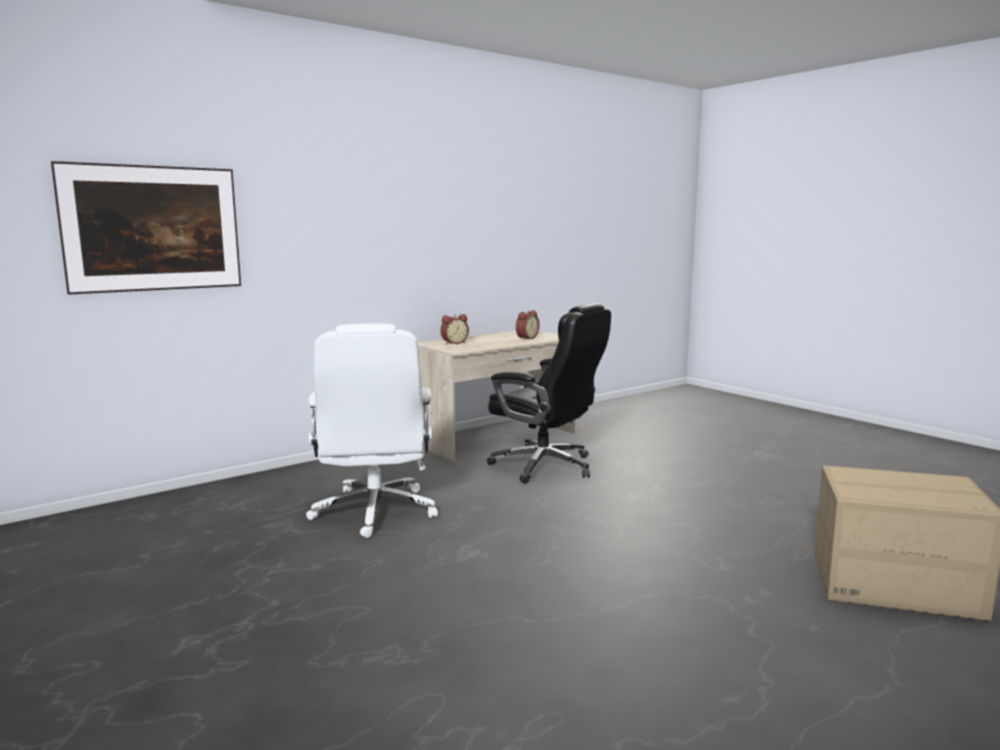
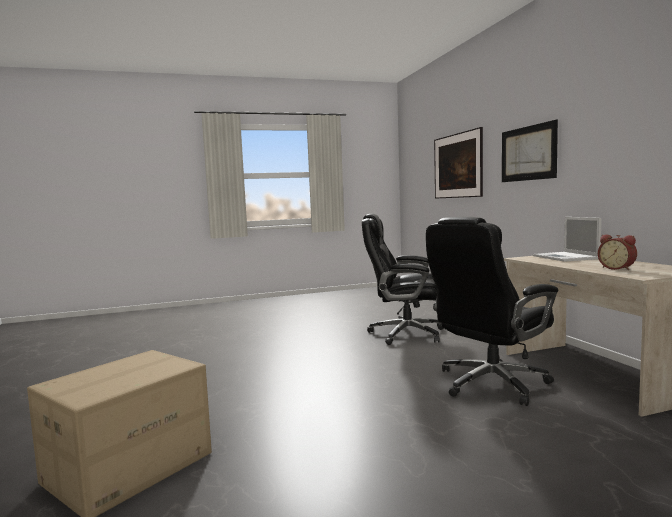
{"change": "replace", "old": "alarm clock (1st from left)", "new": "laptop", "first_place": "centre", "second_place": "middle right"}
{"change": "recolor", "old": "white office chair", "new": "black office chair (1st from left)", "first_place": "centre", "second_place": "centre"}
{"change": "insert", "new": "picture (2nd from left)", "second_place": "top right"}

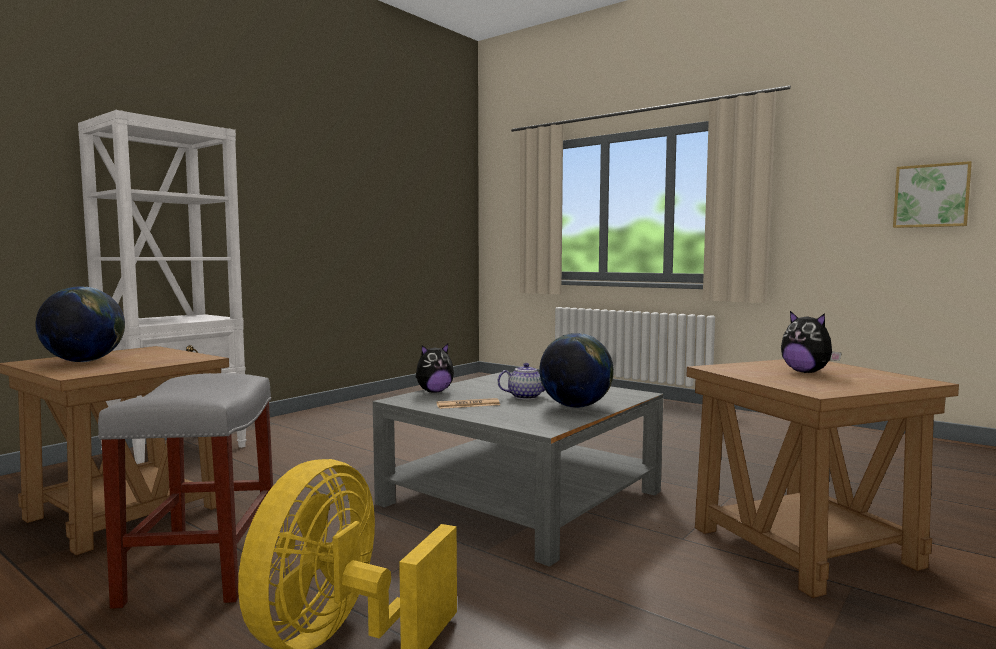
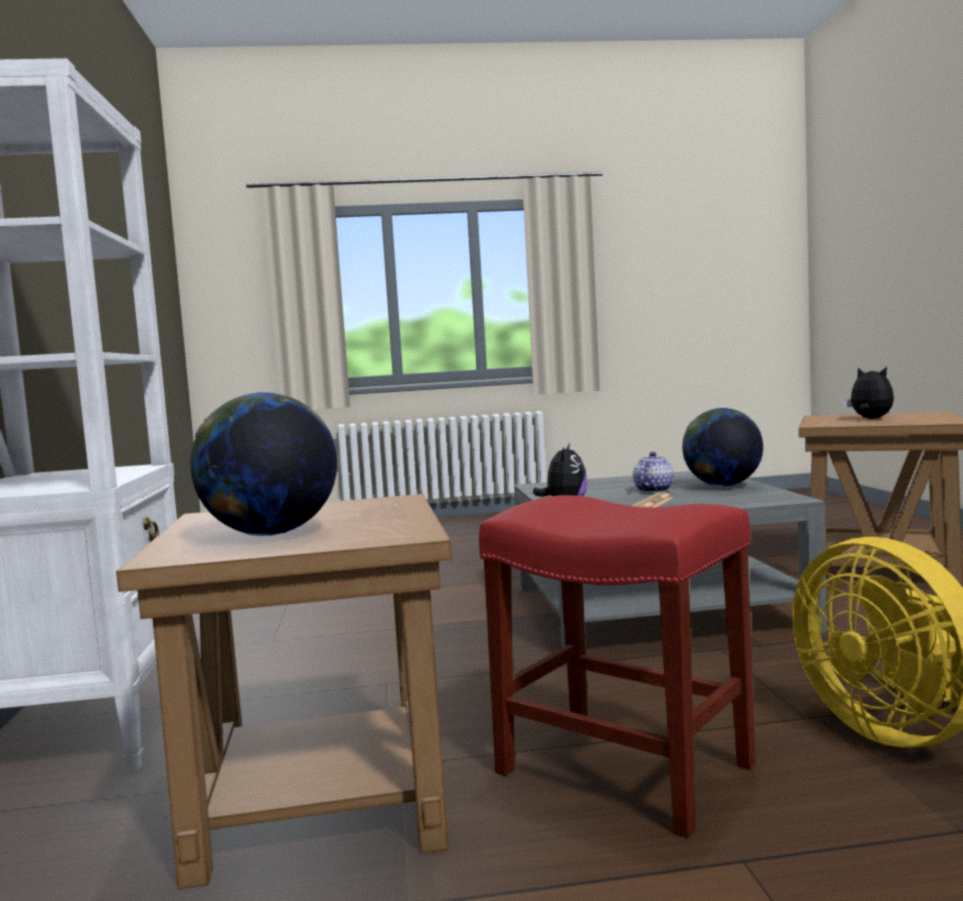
{"change": "delete", "old": "picture", "first_place": "top right"}
{"change": "rotate", "old": "plush toy (2nd from left)", "first_place": "middle right", "second_place": "middle right", "degrees": -135}
{"change": "recolor", "old": "grey stool", "new": "red stool", "first_place": "bottom left", "second_place": "bottom centre"}

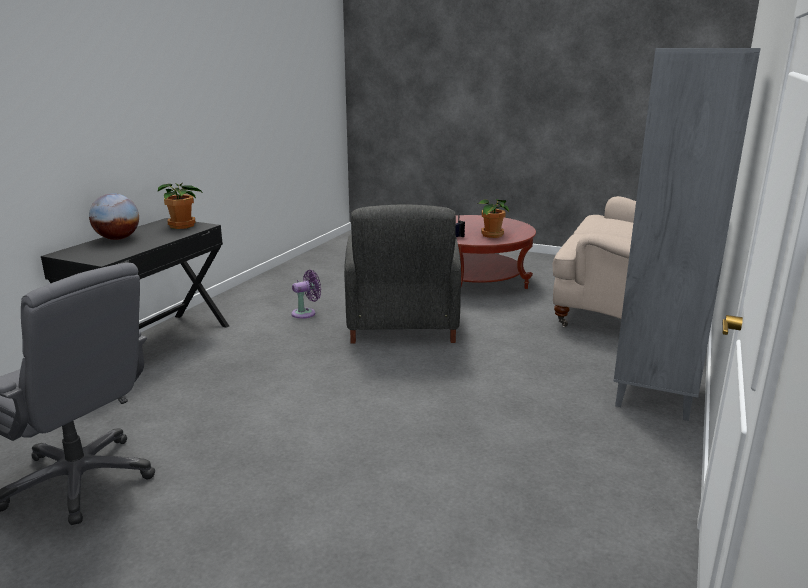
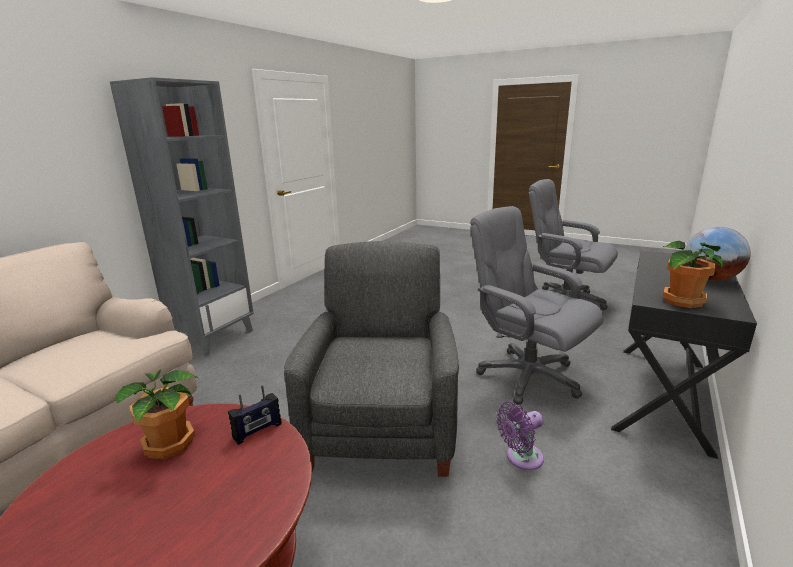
{"change": "insert", "new": "grey office chair (1st from left)", "second_place": "middle right"}

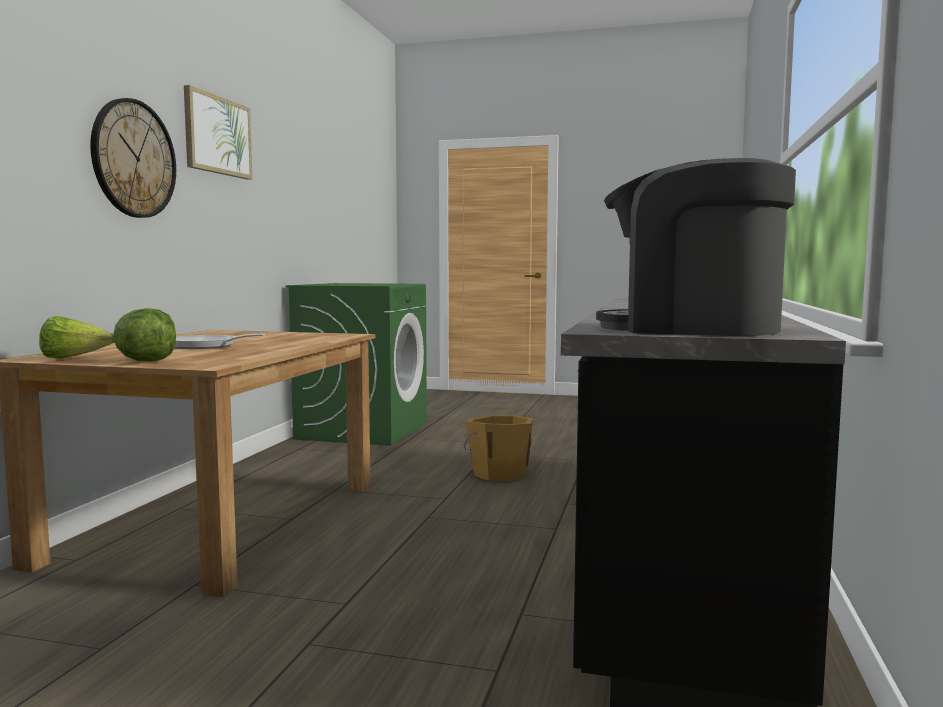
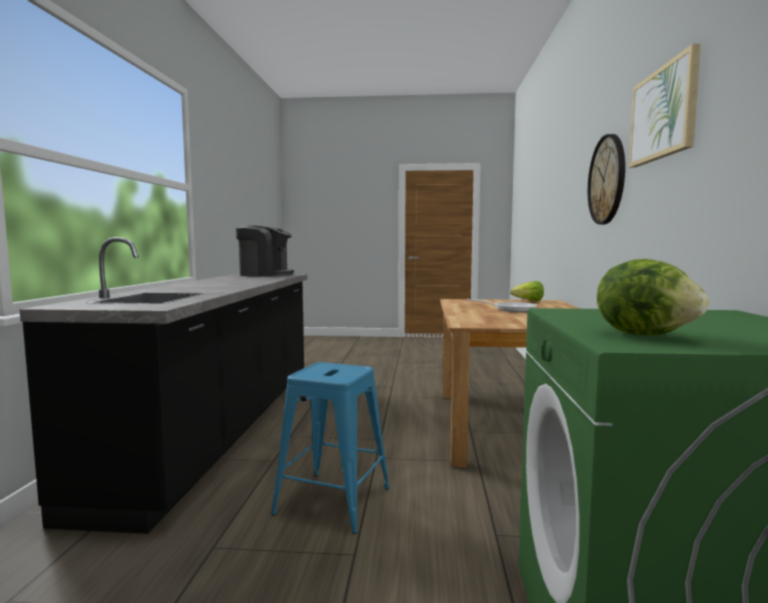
{"change": "move", "old": "lettuce (2nd from left)", "first_place": "middle left", "second_place": "middle right"}
{"change": "replace", "old": "orange bucket", "new": "blue stool", "first_place": "centre", "second_place": "bottom centre"}

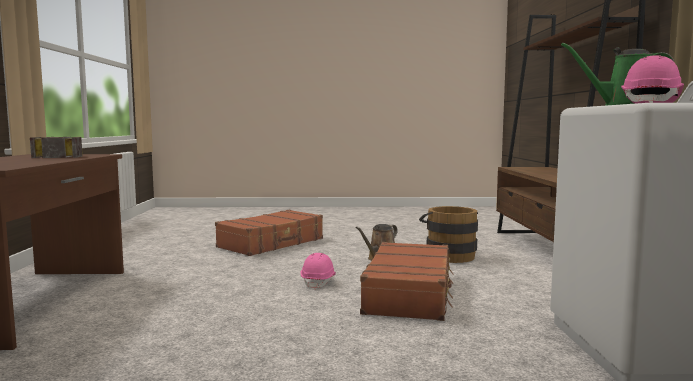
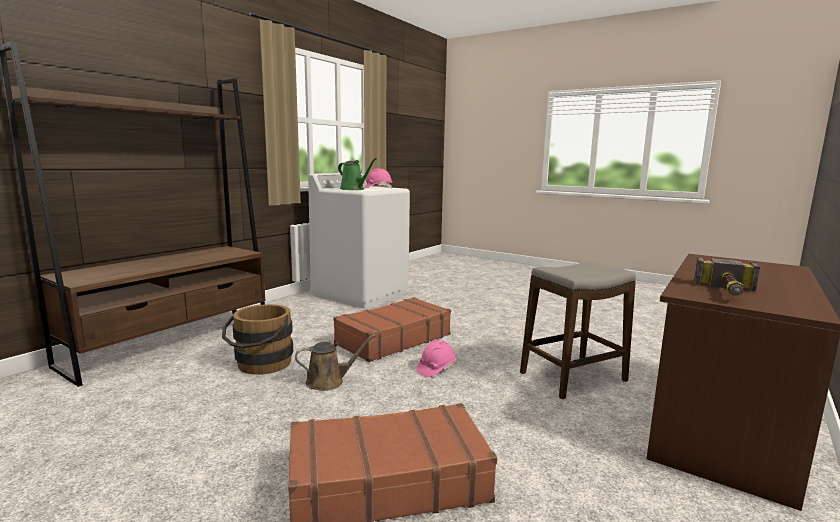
{"change": "insert", "new": "stool", "second_place": "middle right"}

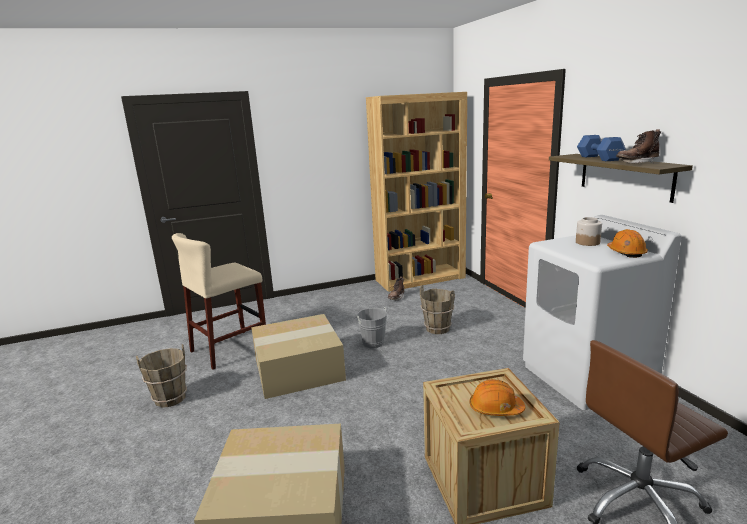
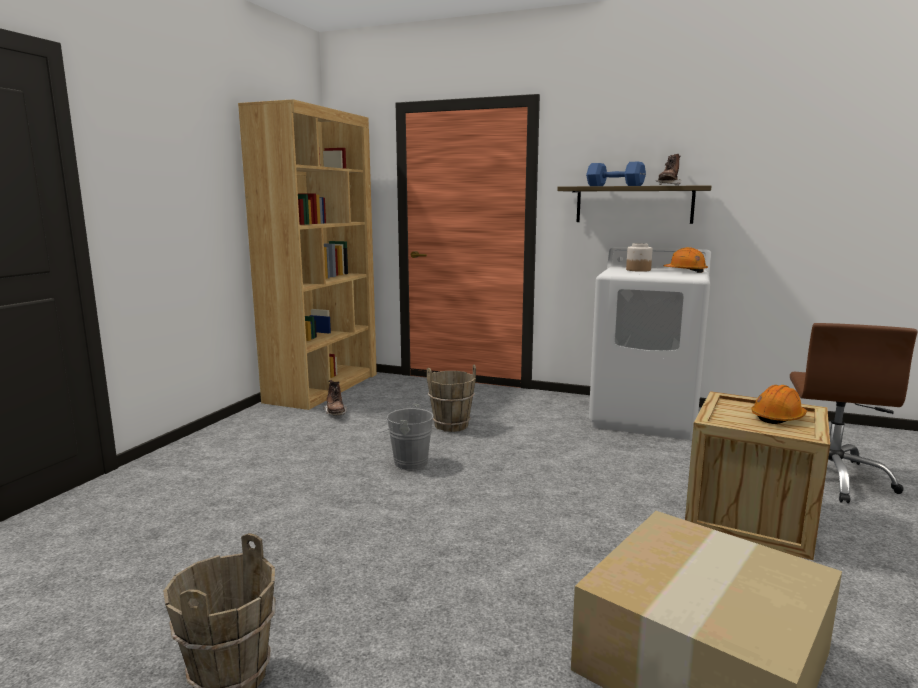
{"change": "delete", "old": "beige stool", "first_place": "middle left"}
{"change": "delete", "old": "cardboard box (2nd from left)", "first_place": "bottom centre"}

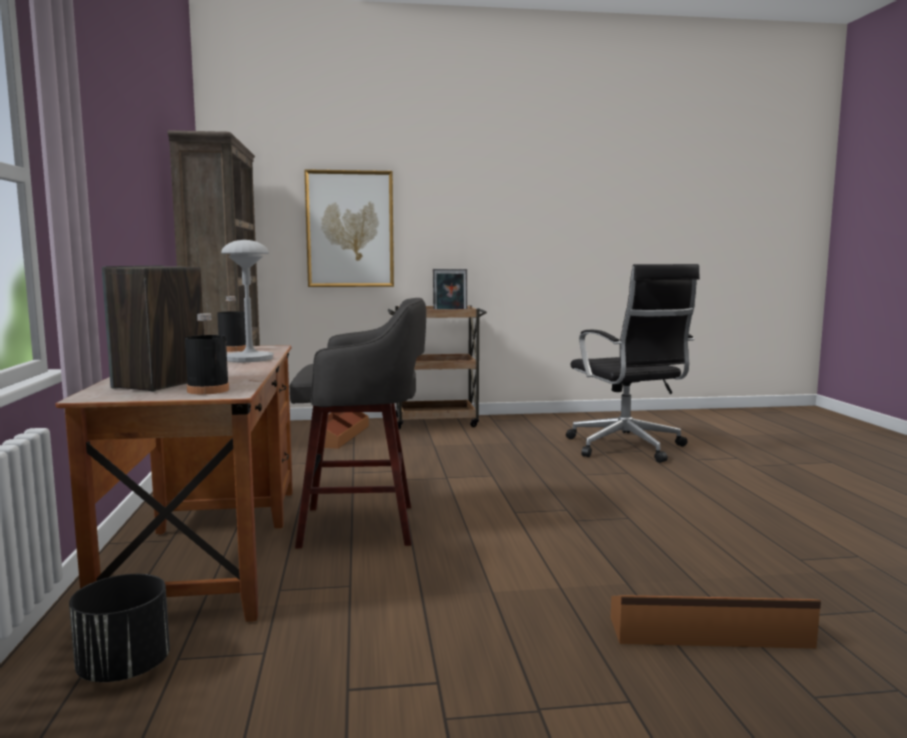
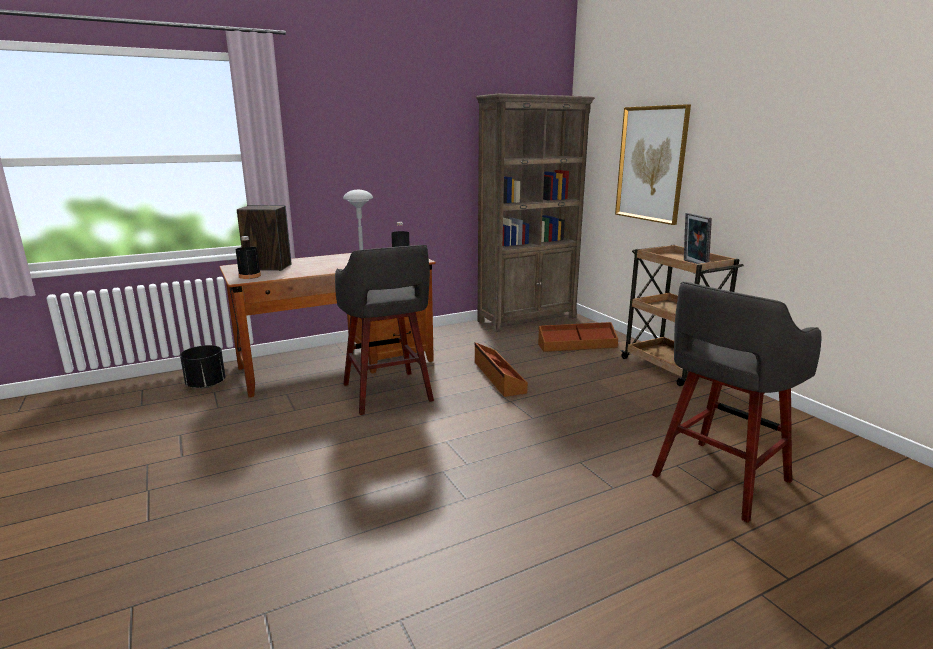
{"change": "replace", "old": "black office chair", "new": "grey stool (2nd from left)", "first_place": "middle right", "second_place": "middle right"}
{"change": "move", "old": "brown storage box (2nd from left in the first image)", "new": "brown storage box (1st from left)", "first_place": "bottom right", "second_place": "centre"}

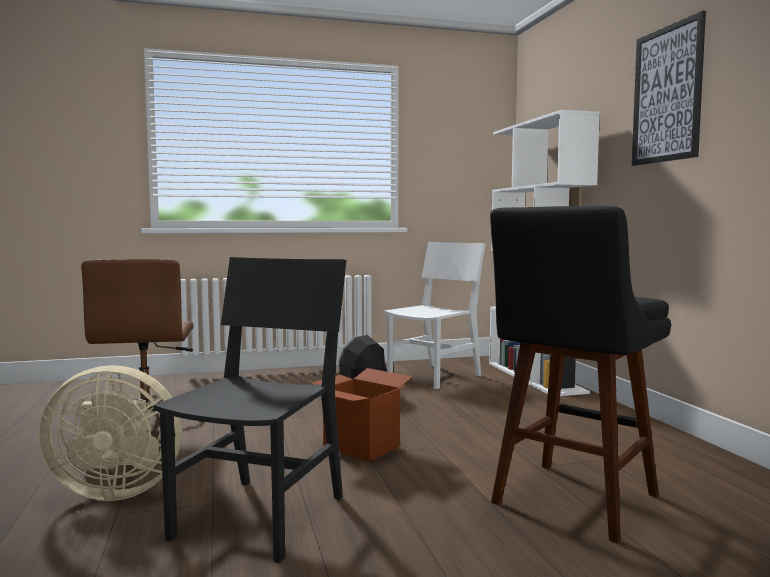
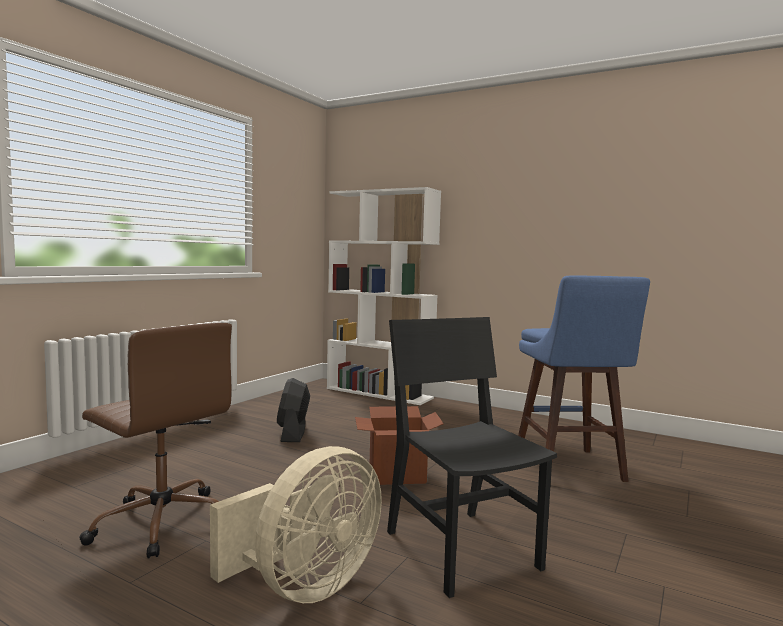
{"change": "delete", "old": "picture", "first_place": "top right"}
{"change": "recolor", "old": "black stool", "new": "blue stool", "first_place": "middle right", "second_place": "middle right"}
{"change": "delete", "old": "white chair", "first_place": "centre"}

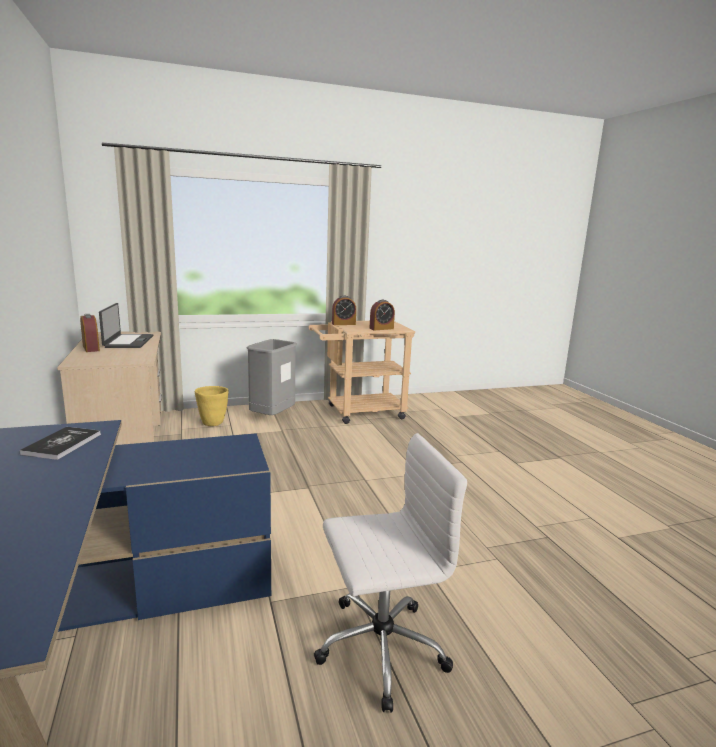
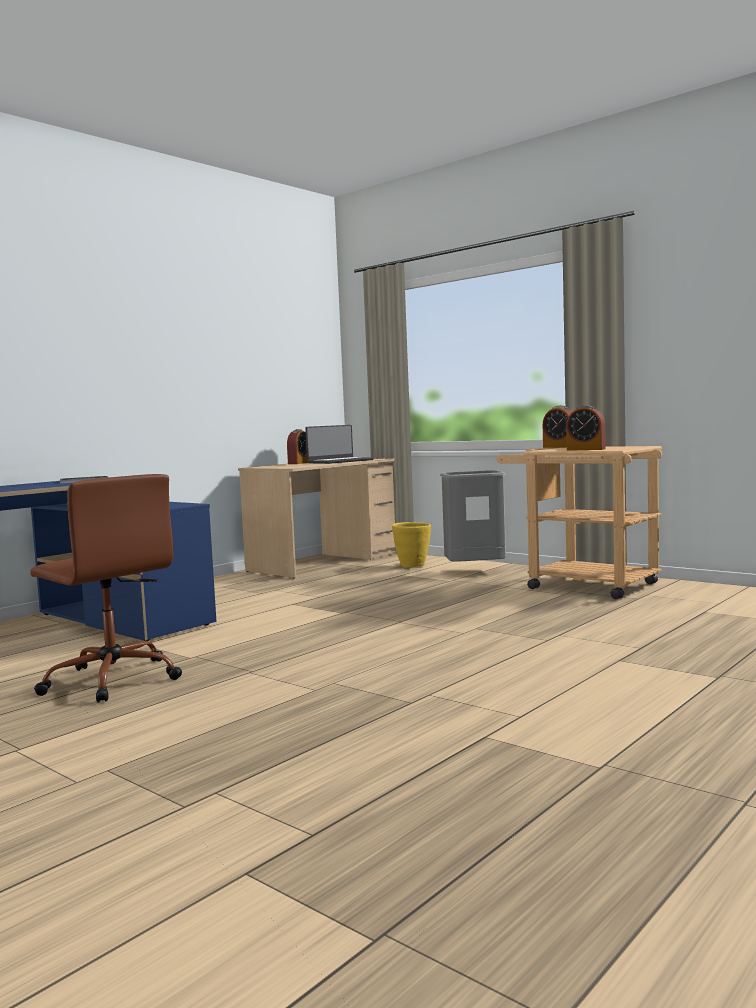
{"change": "recolor", "old": "white office chair", "new": "brown office chair", "first_place": "bottom centre", "second_place": "middle left"}

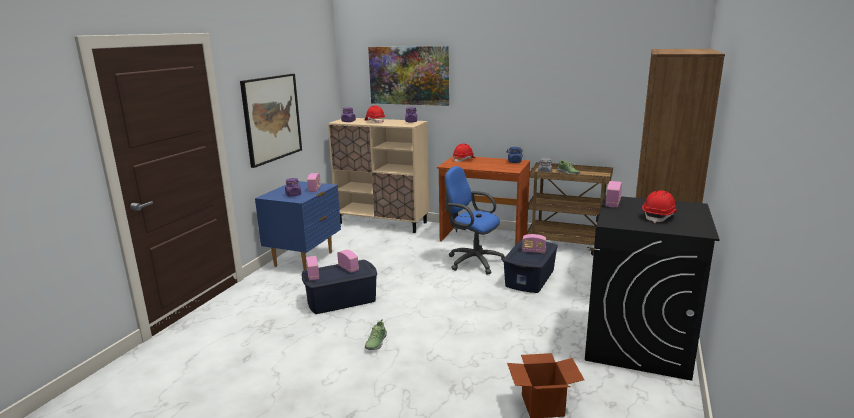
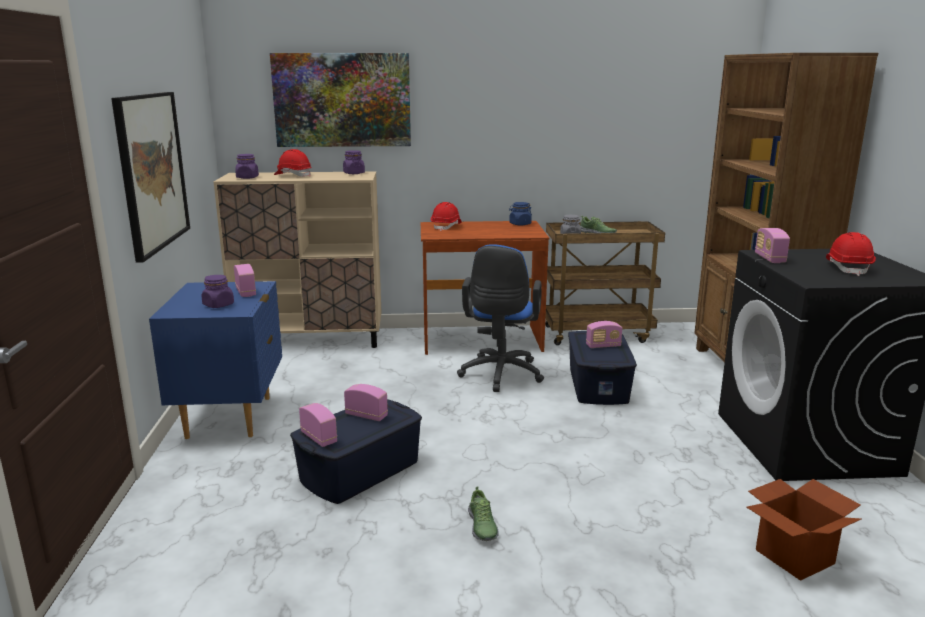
{"change": "rotate", "old": "blue office chair", "first_place": "centre", "second_place": "centre", "degrees": -90}

